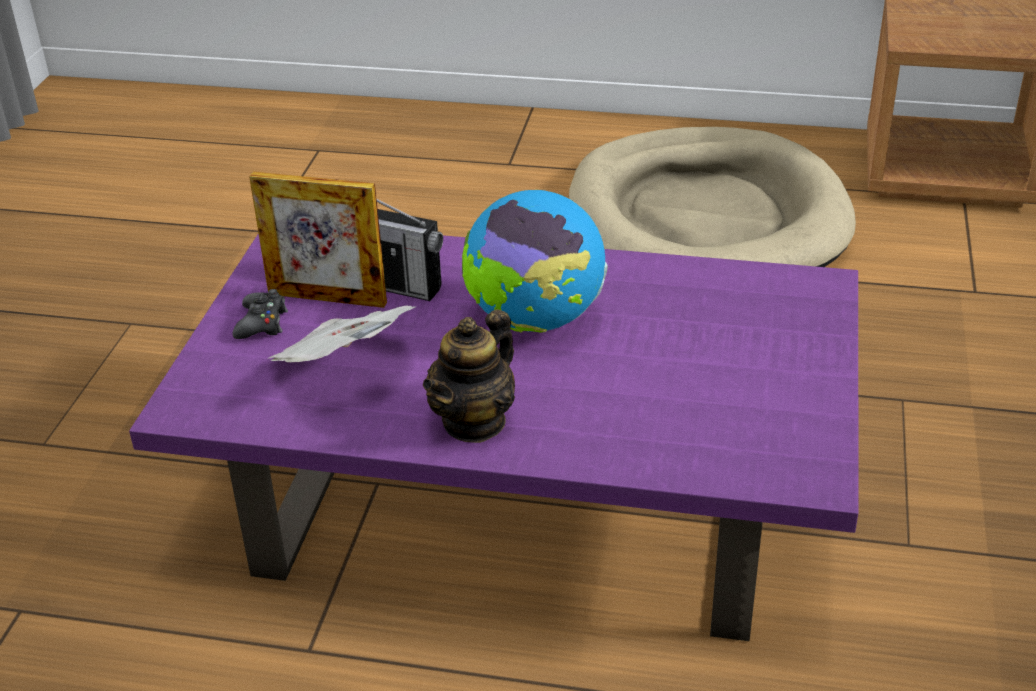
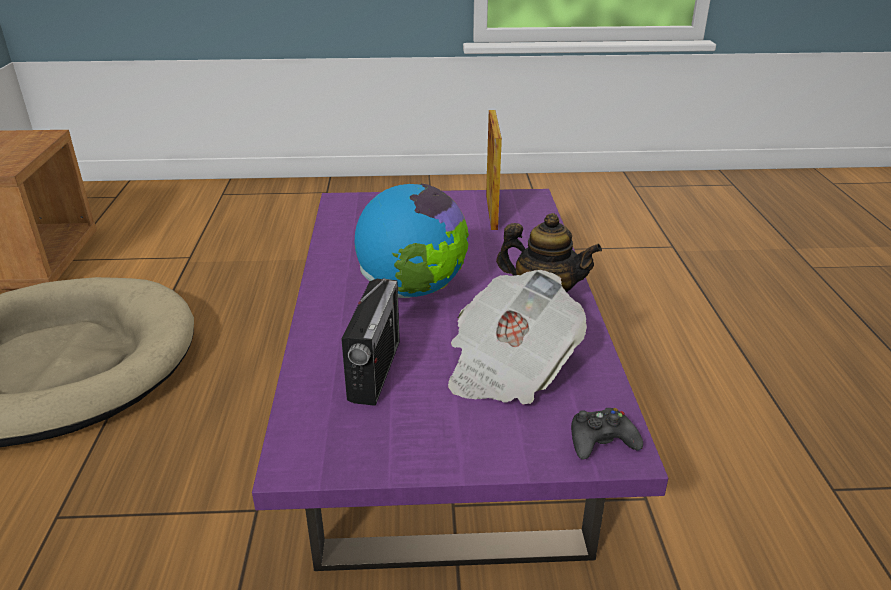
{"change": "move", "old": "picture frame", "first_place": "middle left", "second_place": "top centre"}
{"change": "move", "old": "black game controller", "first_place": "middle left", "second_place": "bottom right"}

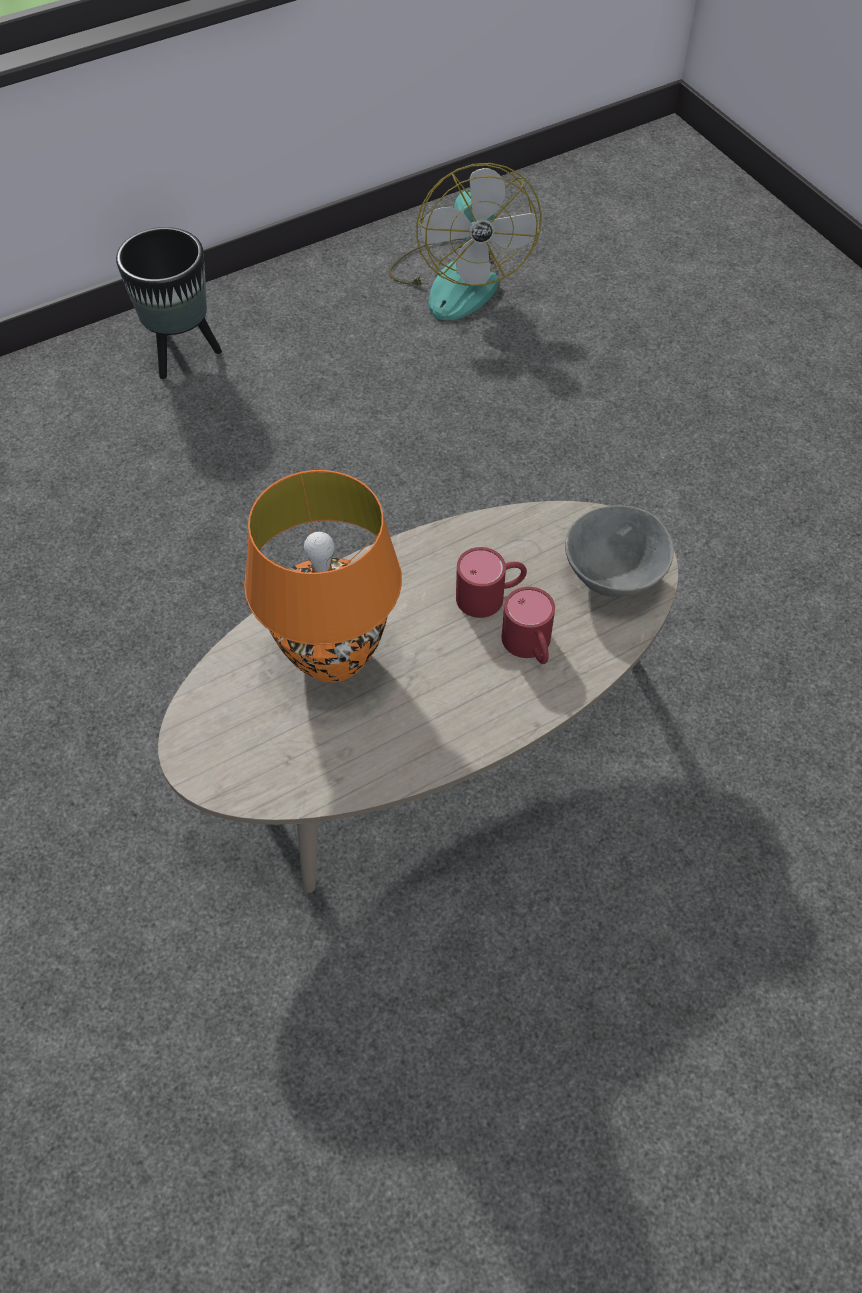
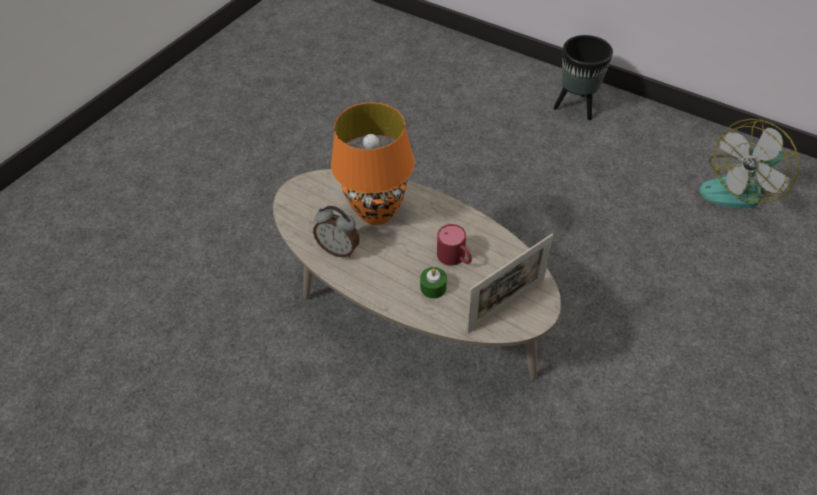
{"change": "replace", "old": "grey bowl", "new": "picture frame", "first_place": "middle right", "second_place": "centre"}
{"change": "replace", "old": "red mug (2nd from left)", "new": "green candle", "first_place": "centre", "second_place": "centre"}
{"change": "insert", "new": "alarm clock", "second_place": "centre"}

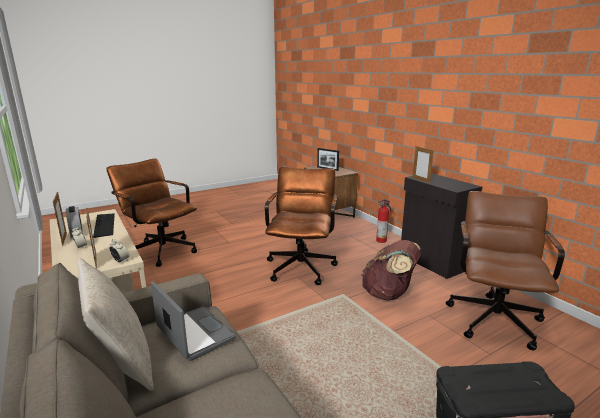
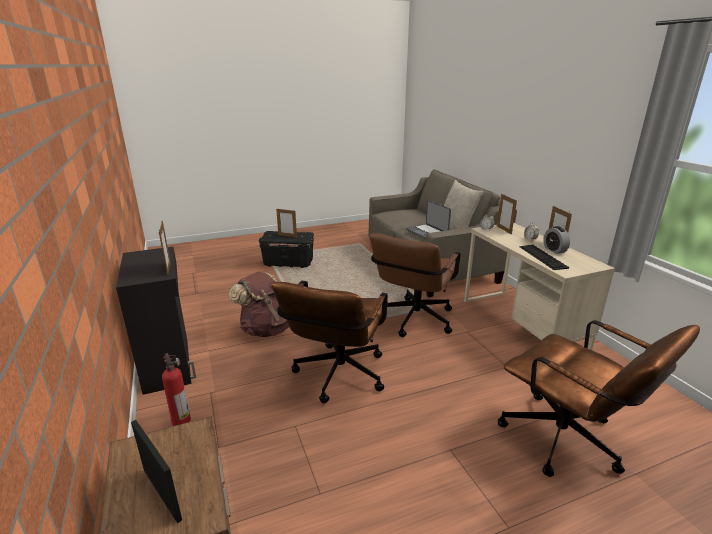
{"change": "move", "old": "brown office chair (3rd from left in the first image)", "new": "brown office chair (2nd from left)", "first_place": "middle right", "second_place": "centre"}
{"change": "insert", "new": "picture frame (3rd from left)", "second_place": "centre"}

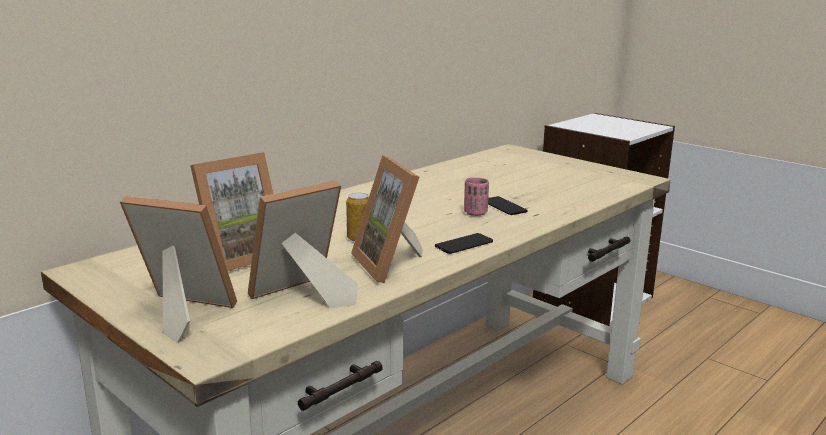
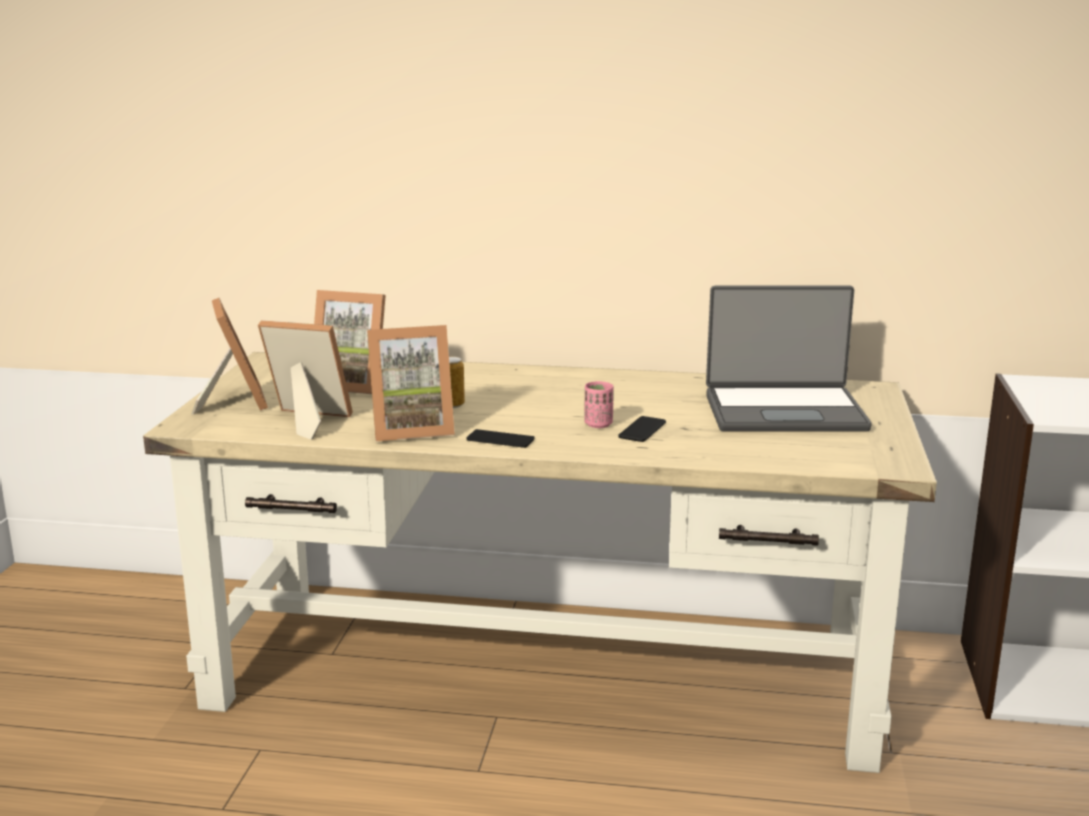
{"change": "rotate", "old": "picture frame (4th from left)", "first_place": "centre", "second_place": "centre", "degrees": -135}
{"change": "insert", "new": "laptop", "second_place": "middle right"}

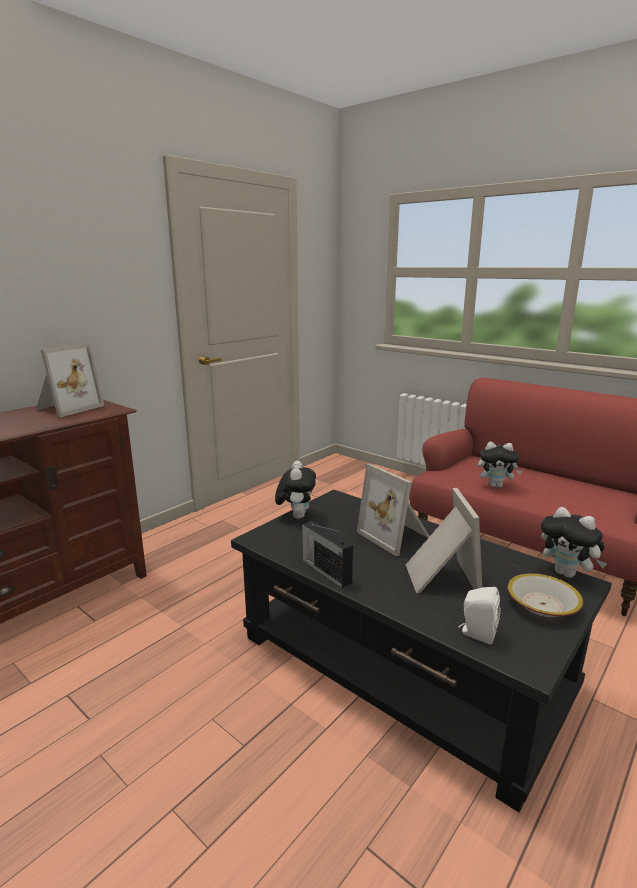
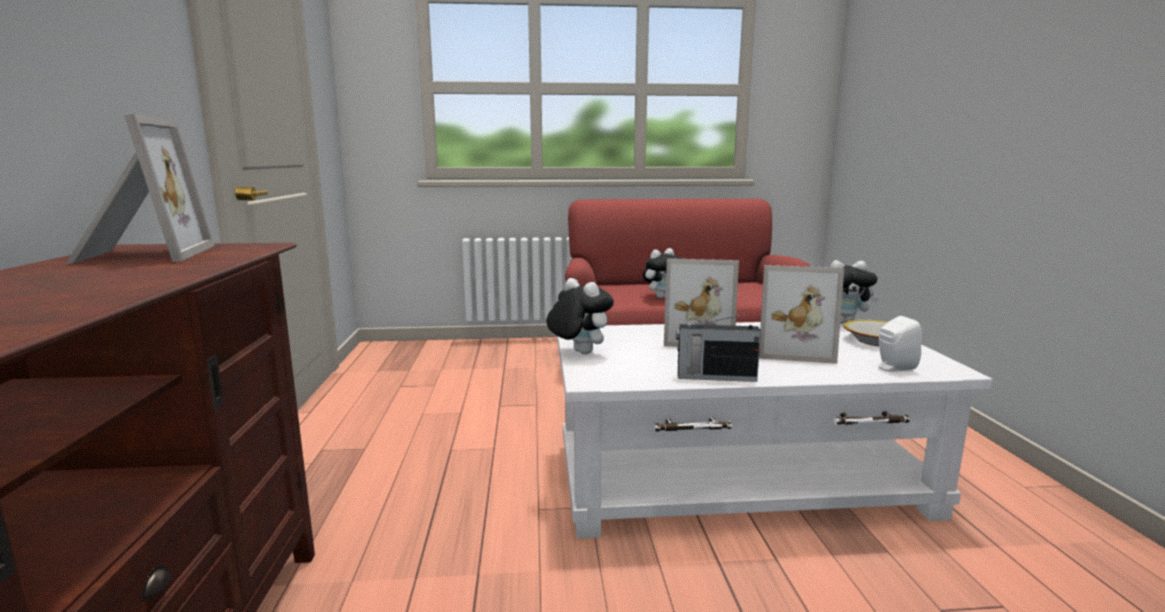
{"change": "rotate", "old": "picture frame (3rd from left)", "first_place": "middle right", "second_place": "middle right", "degrees": 150}
{"change": "recolor", "old": "black coffee table", "new": "white coffee table", "first_place": "bottom centre", "second_place": "bottom centre"}

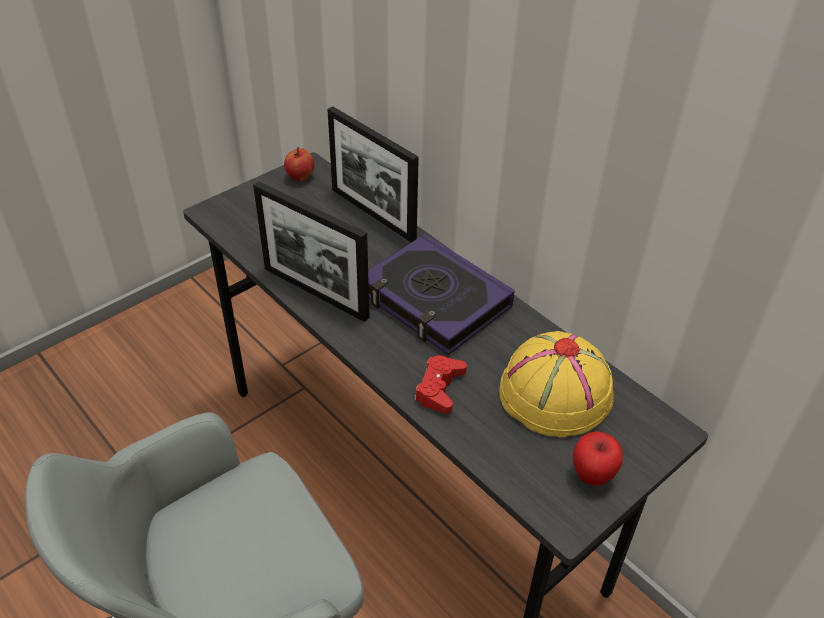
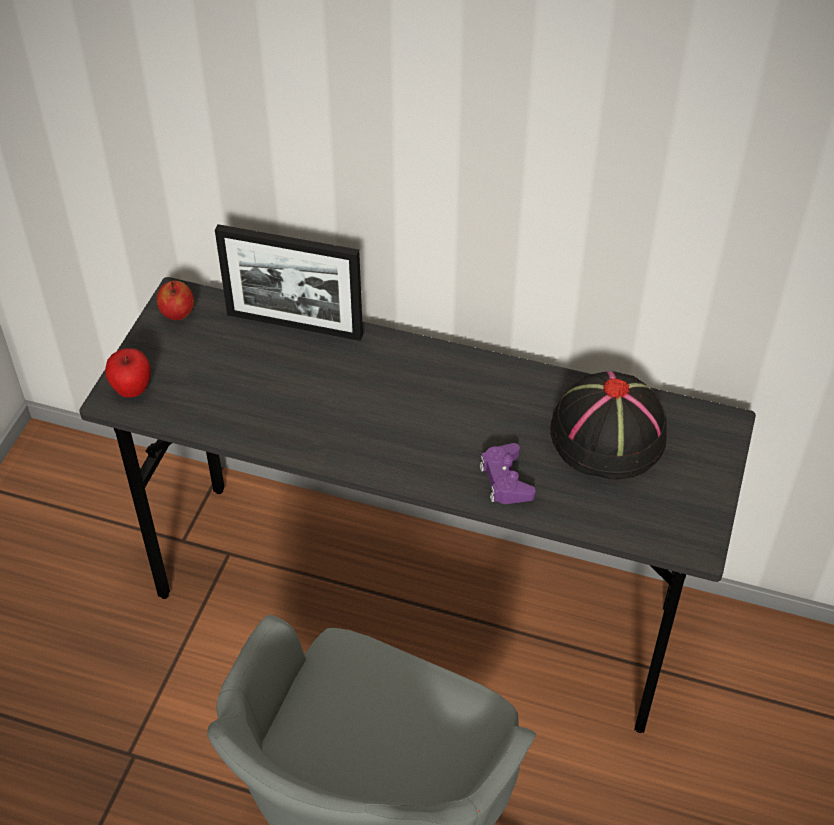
{"change": "delete", "old": "picture frame (1st from left)", "first_place": "centre"}
{"change": "delete", "old": "book", "first_place": "centre"}
{"change": "recolor", "old": "yellow hat", "new": "black hat", "first_place": "middle right", "second_place": "middle right"}
{"change": "recolor", "old": "red game controller", "new": "purple game controller", "first_place": "centre", "second_place": "centre"}
{"change": "move", "old": "apple (2nd from left in the first image)", "new": "apple (1st from left)", "first_place": "bottom right", "second_place": "middle left"}

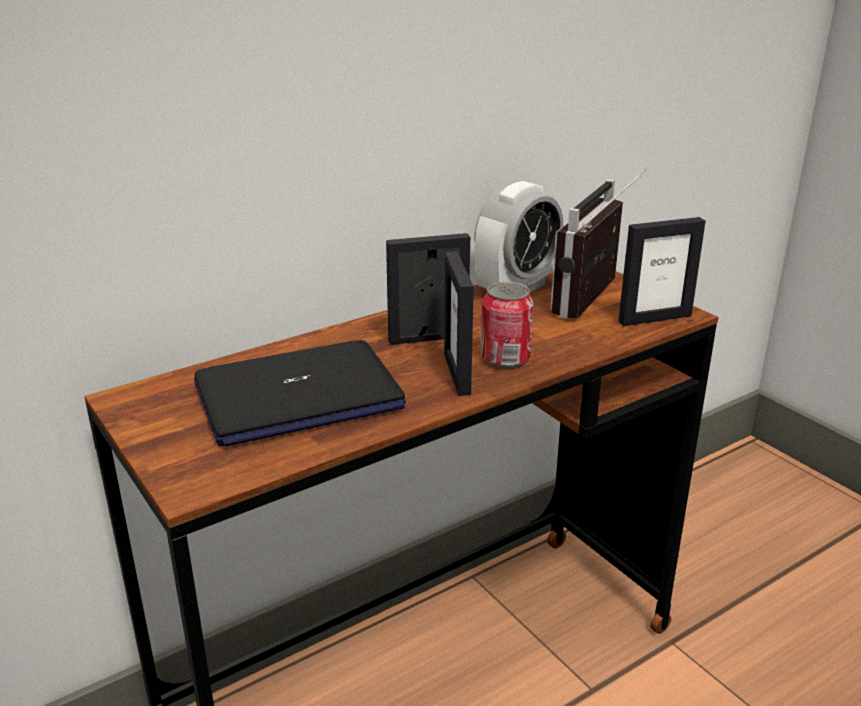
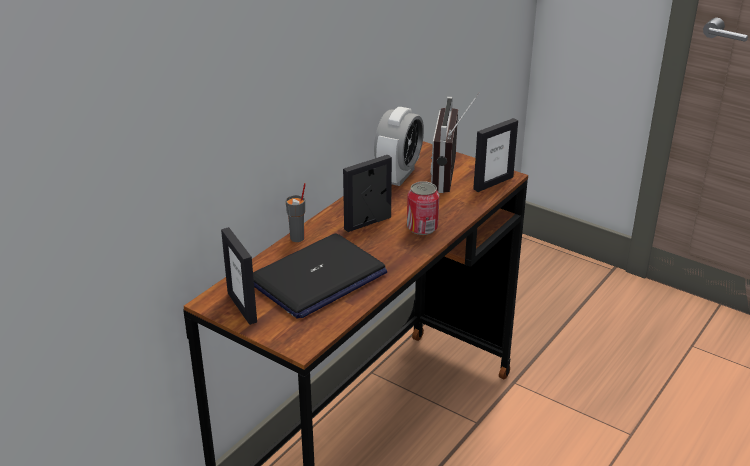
{"change": "move", "old": "picture frame (2nd from left in the first image)", "new": "picture frame (1st from left)", "first_place": "centre", "second_place": "middle left"}
{"change": "insert", "new": "grey cup", "second_place": "centre"}

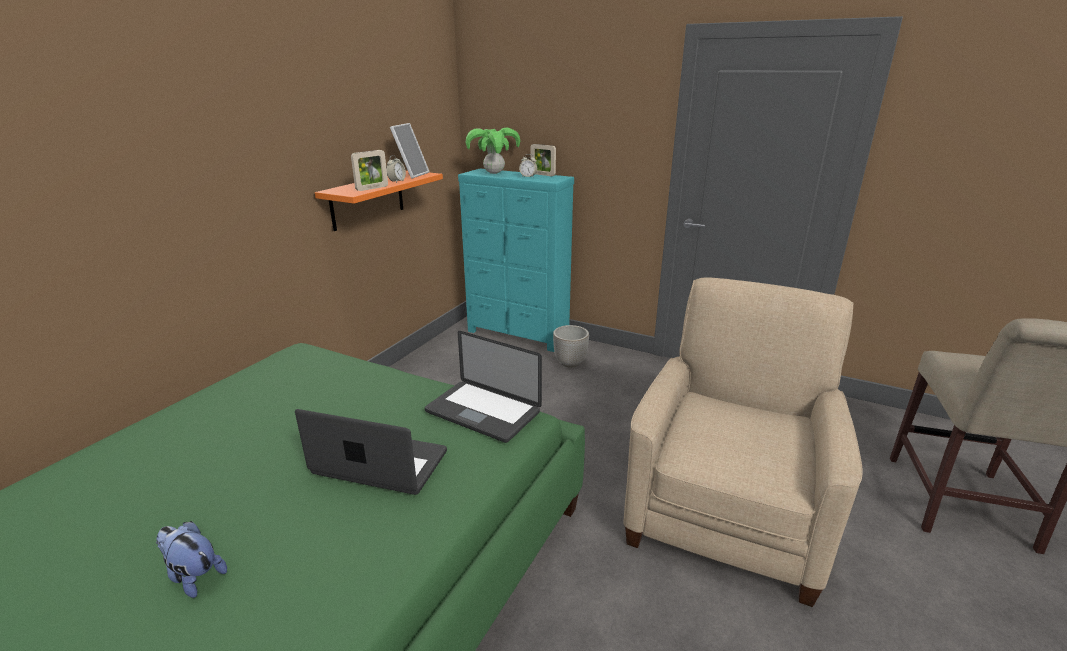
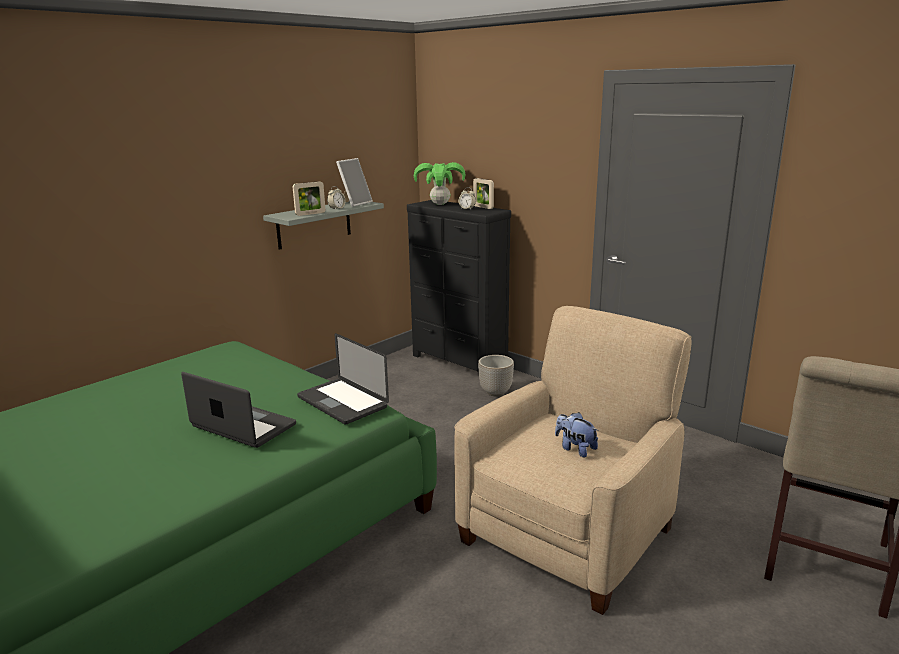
{"change": "recolor", "old": "turquoise dresser", "new": "black dresser", "first_place": "centre", "second_place": "centre"}
{"change": "recolor", "old": "orange shelf", "new": "grey shelf", "first_place": "top centre", "second_place": "centre"}
{"change": "move", "old": "plush toy", "first_place": "bottom left", "second_place": "centre"}

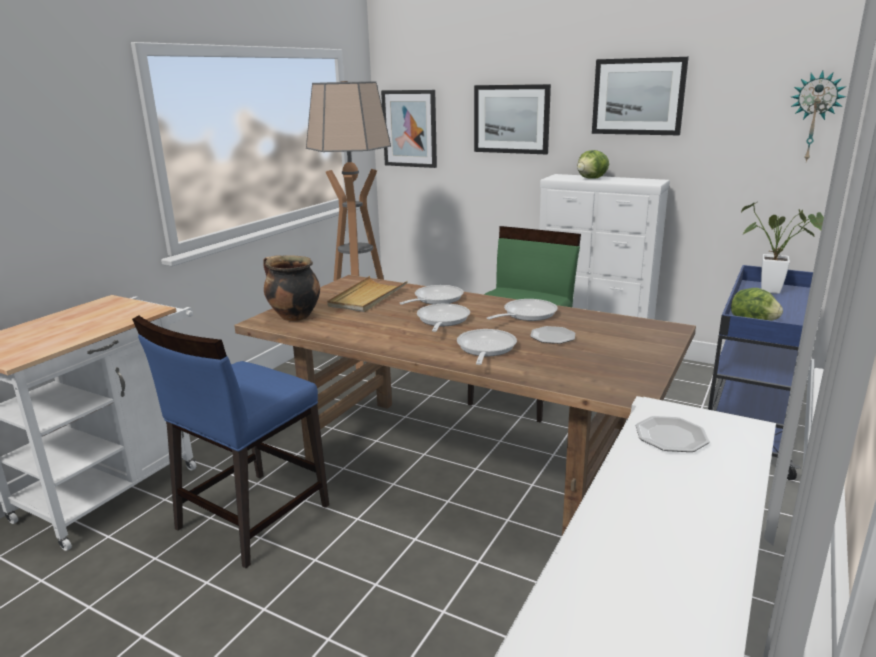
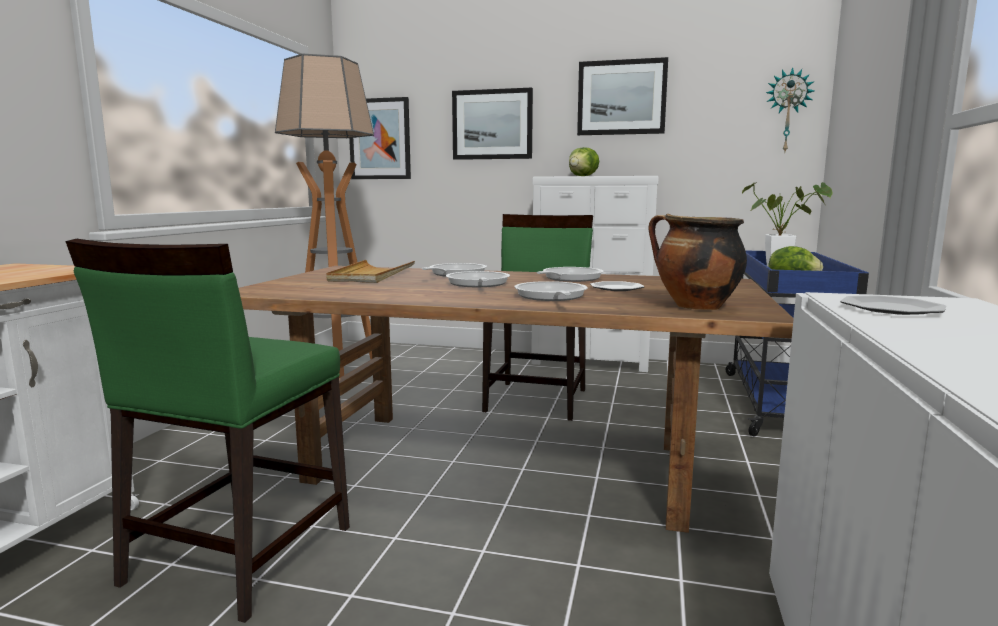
{"change": "move", "old": "cooking pot", "first_place": "middle left", "second_place": "middle right"}
{"change": "recolor", "old": "blue chair", "new": "green chair (1st from left)", "first_place": "bottom left", "second_place": "bottom left"}

